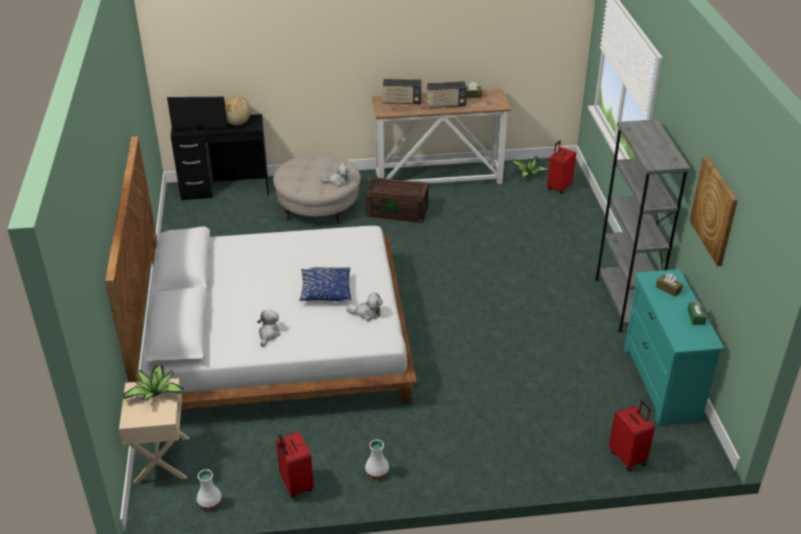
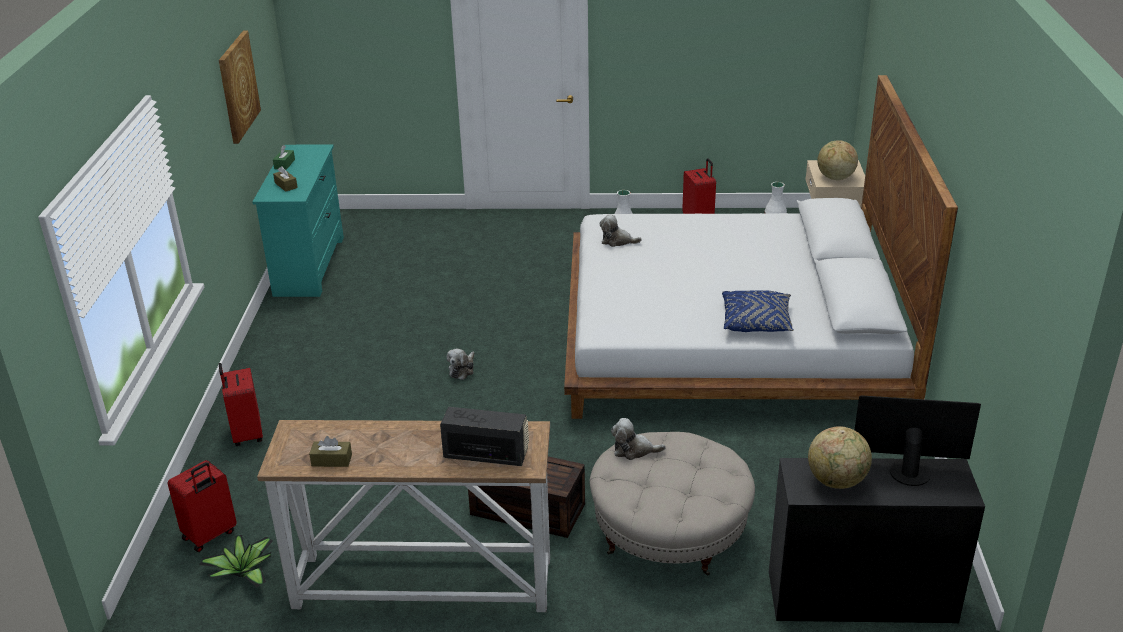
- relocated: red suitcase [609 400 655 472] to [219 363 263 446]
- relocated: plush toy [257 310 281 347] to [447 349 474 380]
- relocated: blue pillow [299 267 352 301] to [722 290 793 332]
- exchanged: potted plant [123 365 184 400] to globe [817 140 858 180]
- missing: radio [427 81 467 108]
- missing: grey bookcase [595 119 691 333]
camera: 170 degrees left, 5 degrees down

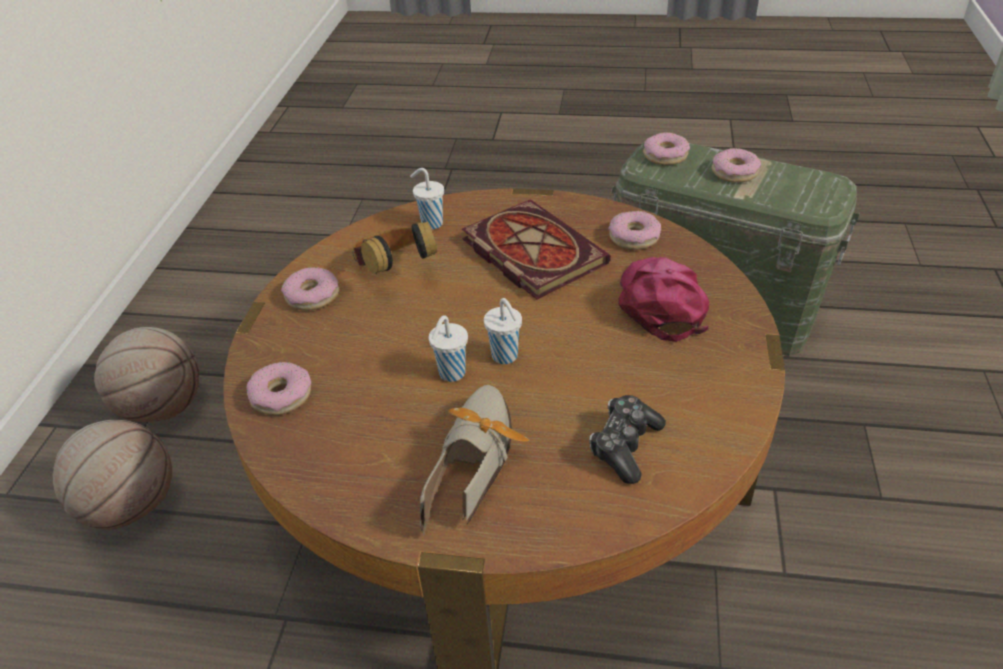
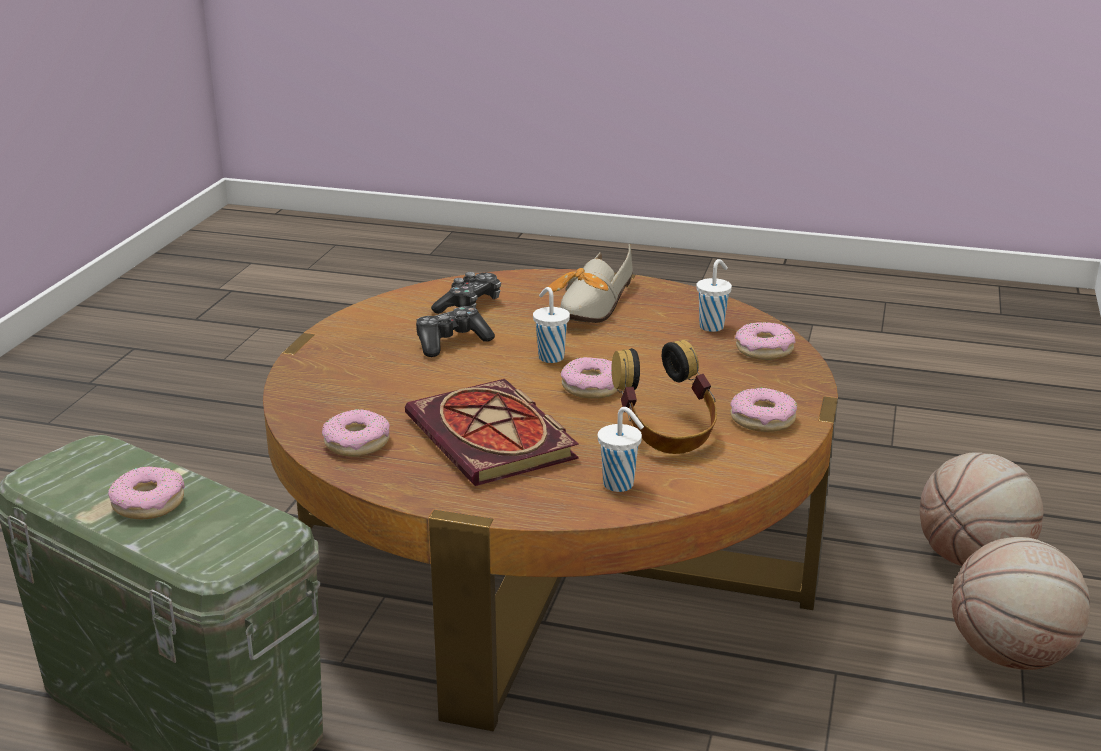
- appeared: game controller [416 306 495 357]
- relocated: donut [643 132 690 165] to [561 357 619 399]
- relocated: white cup [429 315 468 382] to [696 259 732 332]
- missing: pink cap [618 257 709 342]
camera: 175 degrees left, 15 degrees down

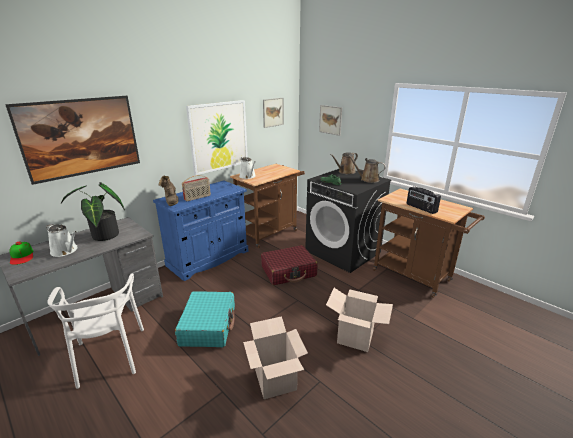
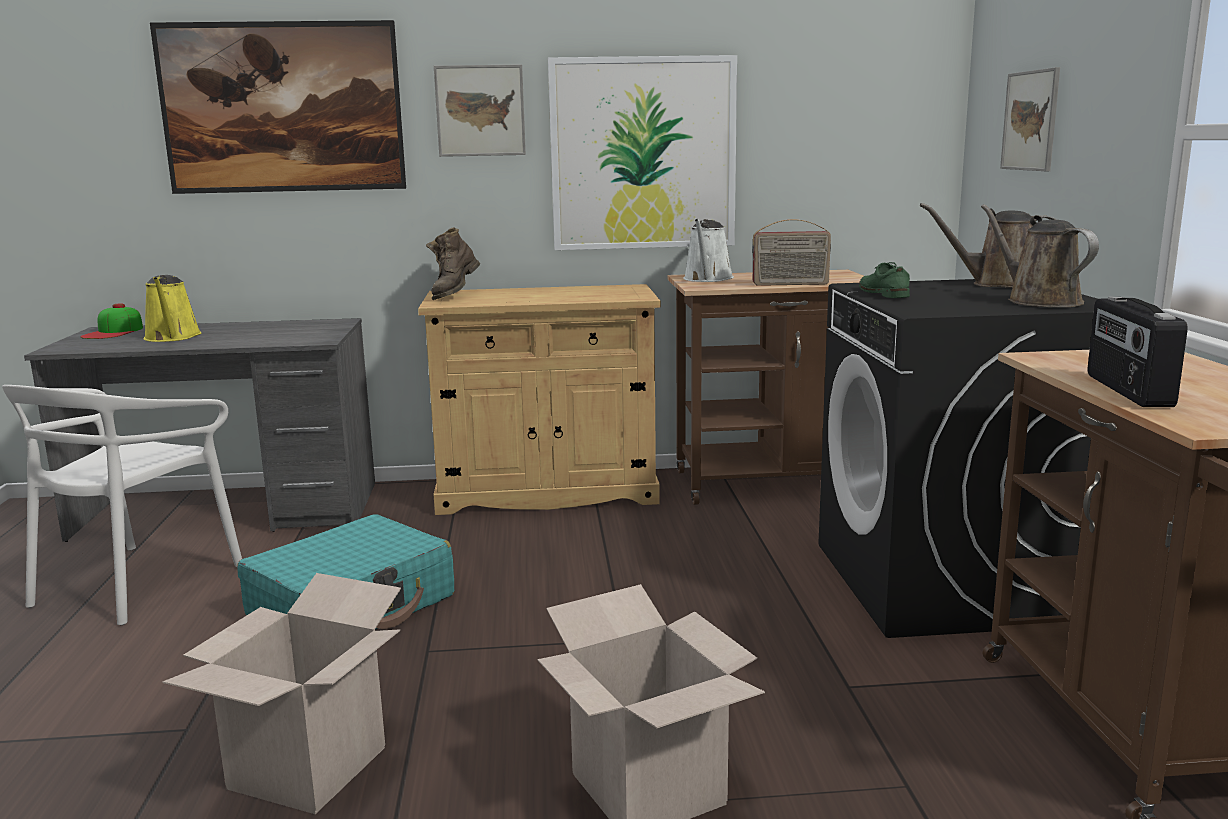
- colour: white watering can [46 224 77 257] to yellow watering can [144 275 202 342]
- colour: blue cabinet [153 180 248 281] to beige cabinet [418 284 661 515]
- relocated: picture [263 98 284 128] to [434 64 526 157]
- relocated: radio [182 175 211 201] to [752 219 831 286]
- missing: potted plant [61 182 125 241]
- missing: red suitcase [261 245 317 285]
camera: 40 degrees right, 10 degrees down

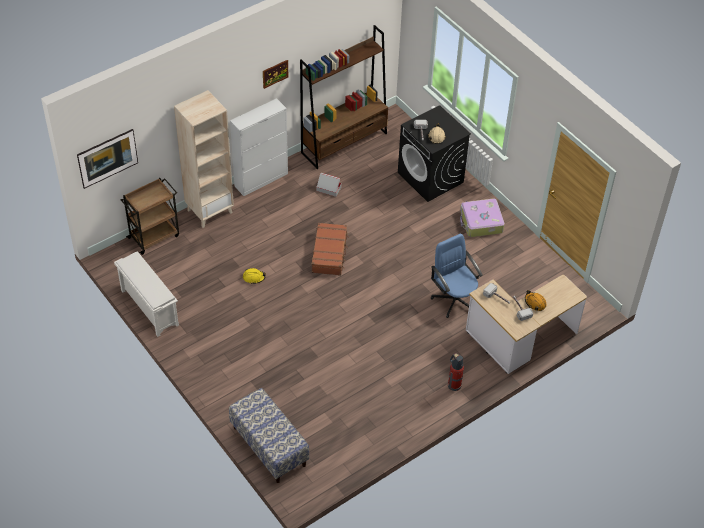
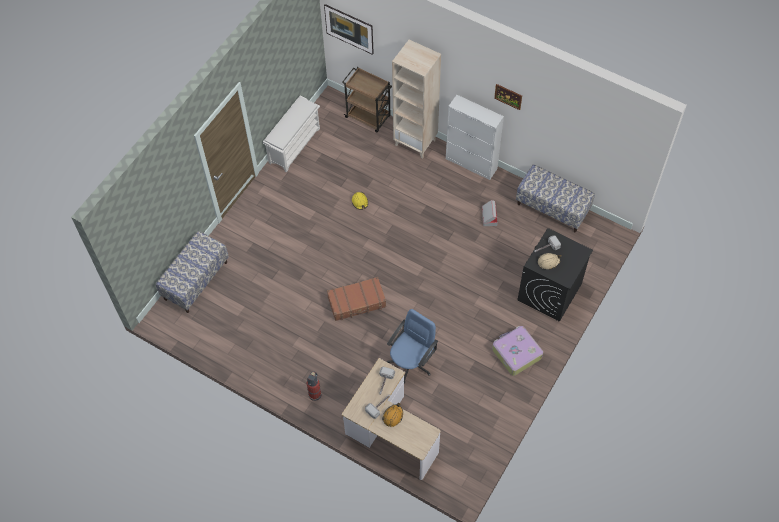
- relocated: brown suitcase [312 223 349 276] to [327 277 386 321]
- exchanged: brown bookcase [300 25 388 169] to bench [516 165 595 232]
camera: 70 degrees right, 10 degrees up

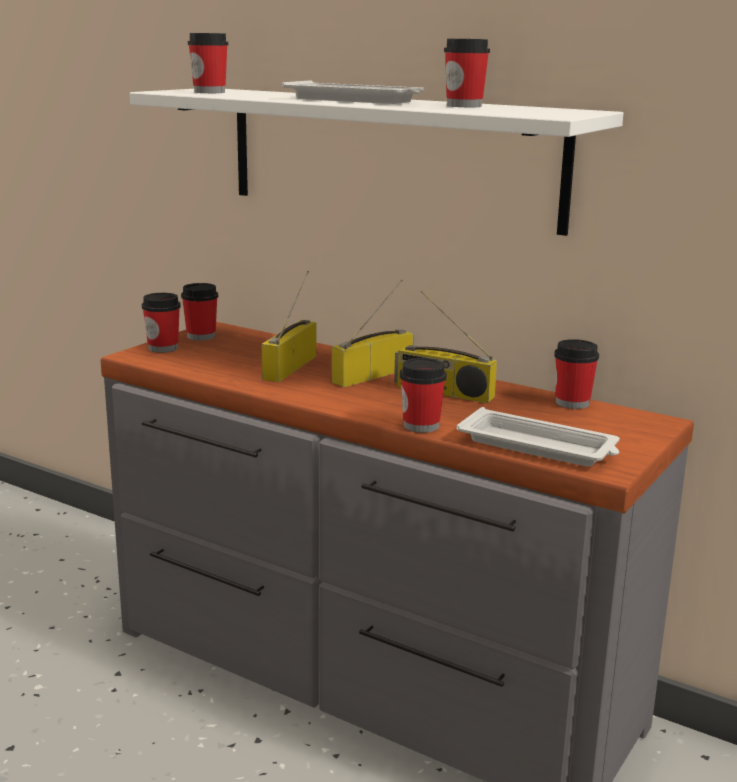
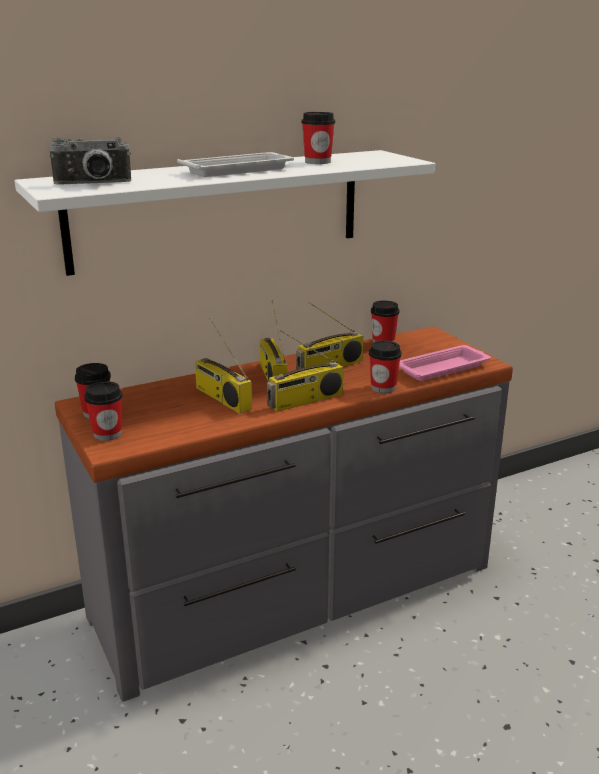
- exchanged: cup [188 33 228 93] to photo camera [49 137 131 184]
- appeared: radio [267 330 343 412]
- colour: white tray [456 407 620 467] to pink tray [399 345 491 381]
camera: 60 degrees left, 5 degrees up

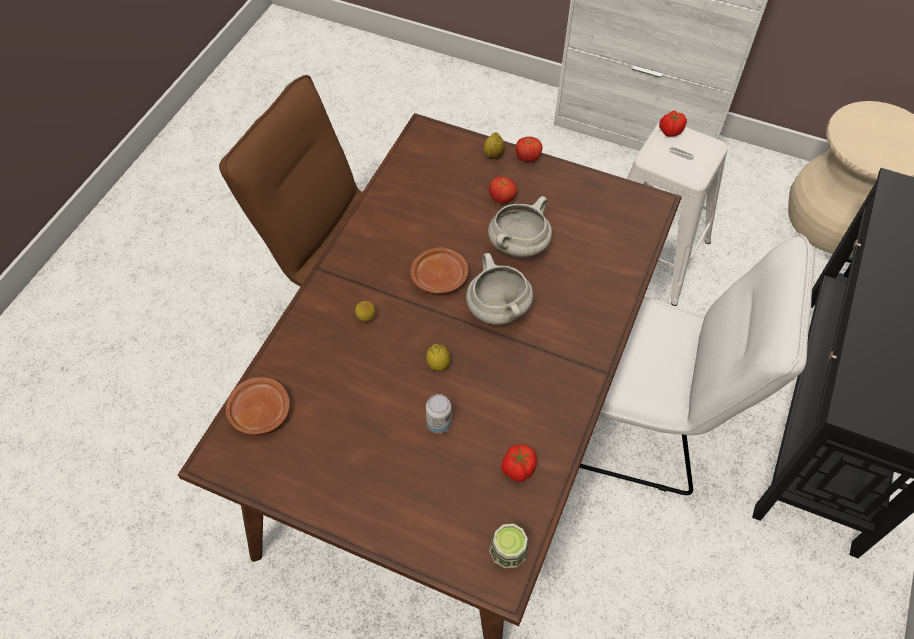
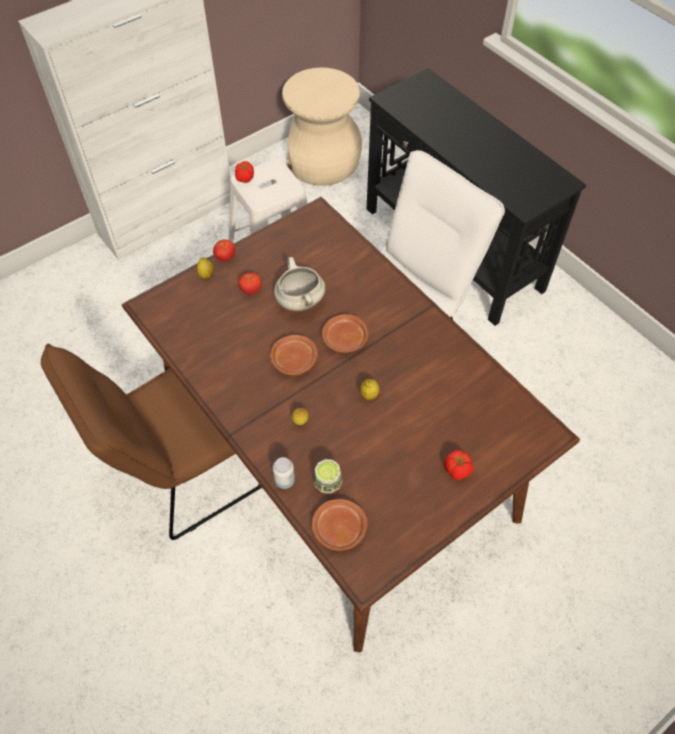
- relocated: can [426 394 451 433] to [273 457 295 489]
- relocated: cup [489 524 528 568] to [313 459 343 494]
- exchanged: white cooking pot [466 253 533 325] to brown plate [322 314 369 353]
- relocated: tomato [501 444 537 482] to [444 450 473 480]
camera: 60 degrees left, 0 degrees up

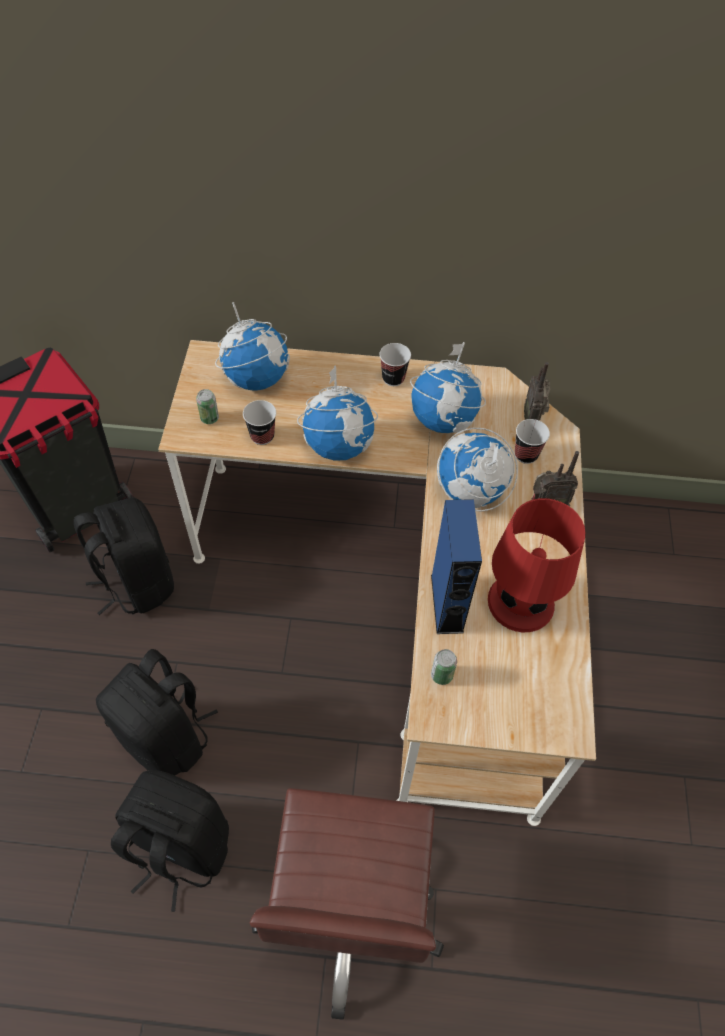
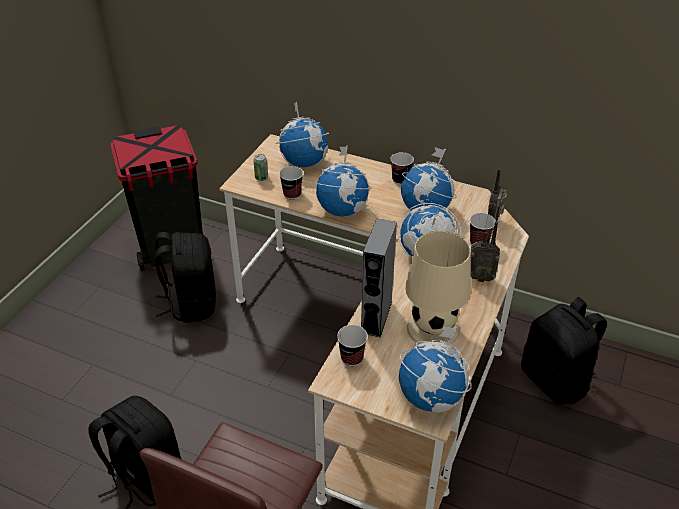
- exchanged: can [431 649 457 685] to cup [337 325 368 366]
- colour: blue speaker [431 499 482 634] to grey speaker [361 218 397 337]
- appeared: globe [399 326 472 413]
- colour: red table lamp [488 498 585 632] to beige table lamp [405 231 471 346]
- relocated: black backpack [96 649 218 776] to [521 297 607 405]
camera: 20 degrees right, 15 degrees down

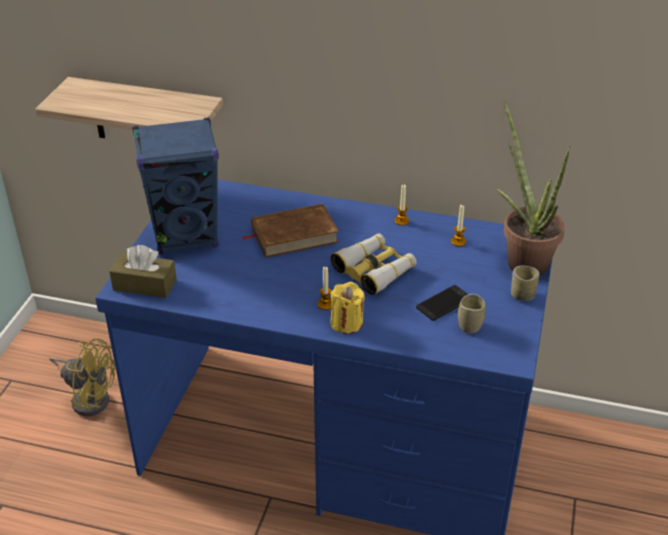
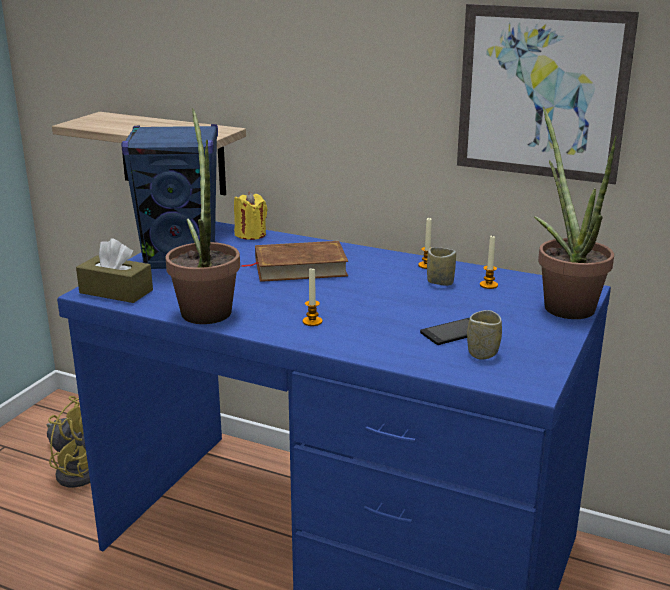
- appeared: potted plant [166 108 240 324]
- relocated: yellow candle [331 282 365 334] to [234 192 268 240]
- relocated: cup [511 266 539 301] to [427 247 456 286]
- appeared: picture [457 4 639 184]
- missing: binoculars [331 233 417 295]
camera: 10 degrees right, 15 degrees down

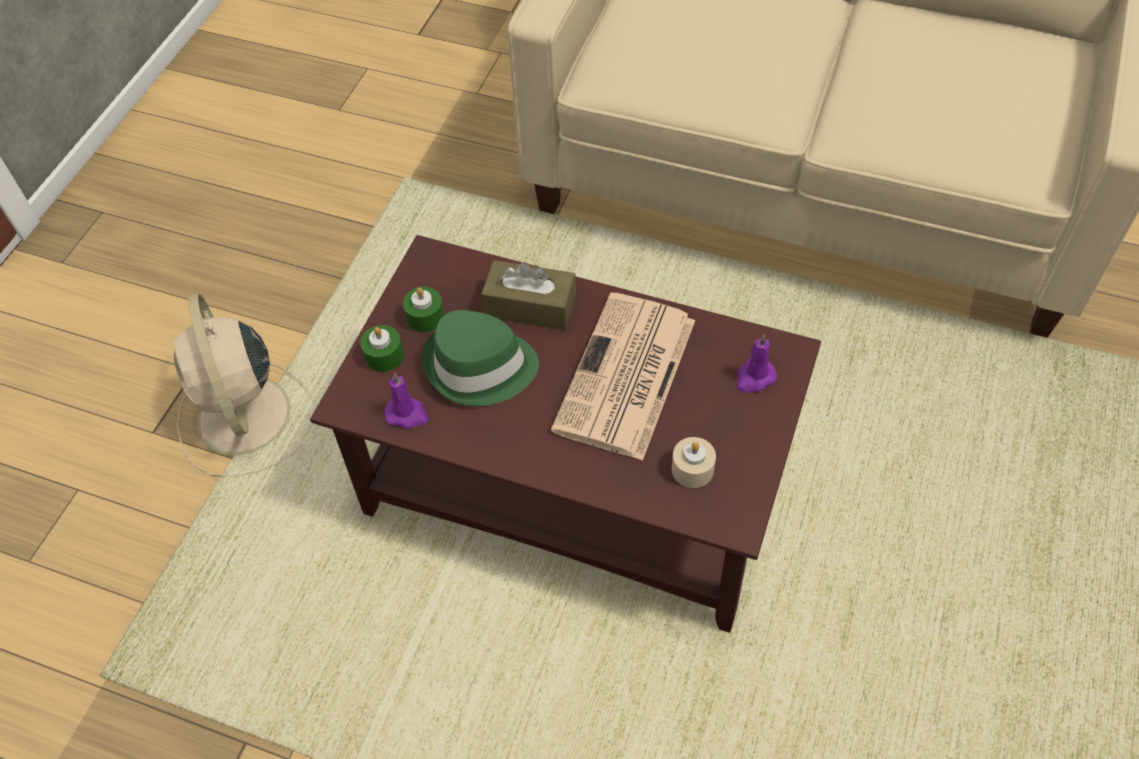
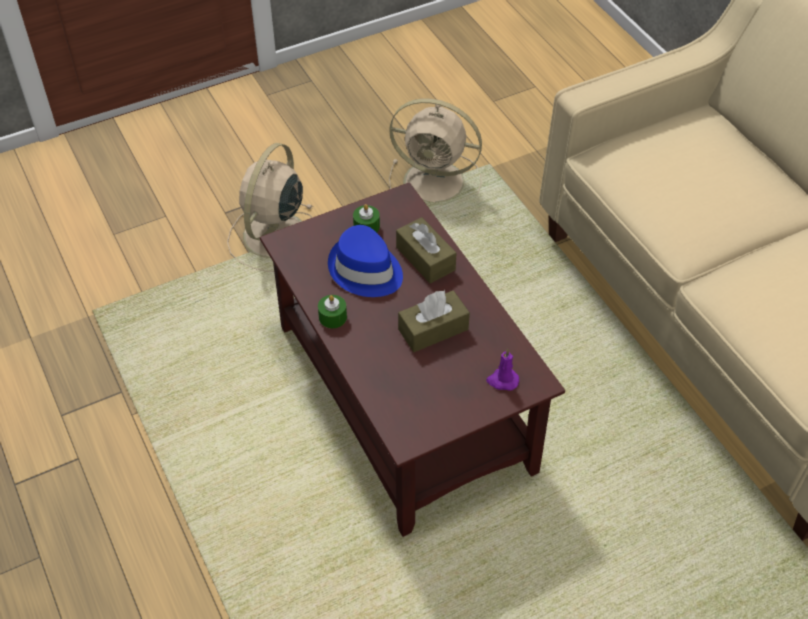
- relocated: green candle [360 325 404 372] to [318 295 347 328]
- colour: green hat [422 310 539 406] to blue hat [328 225 403 297]
- appeared: beige fan [389 98 482 203]
- exchanged: newspaper [551 293 695 461] to brown tissue box [398 290 470 352]
- missing: purple candle [384 373 428 429]
- missing: beige candle [672 437 716 488]
camera: 40 degrees right, 5 degrees down

